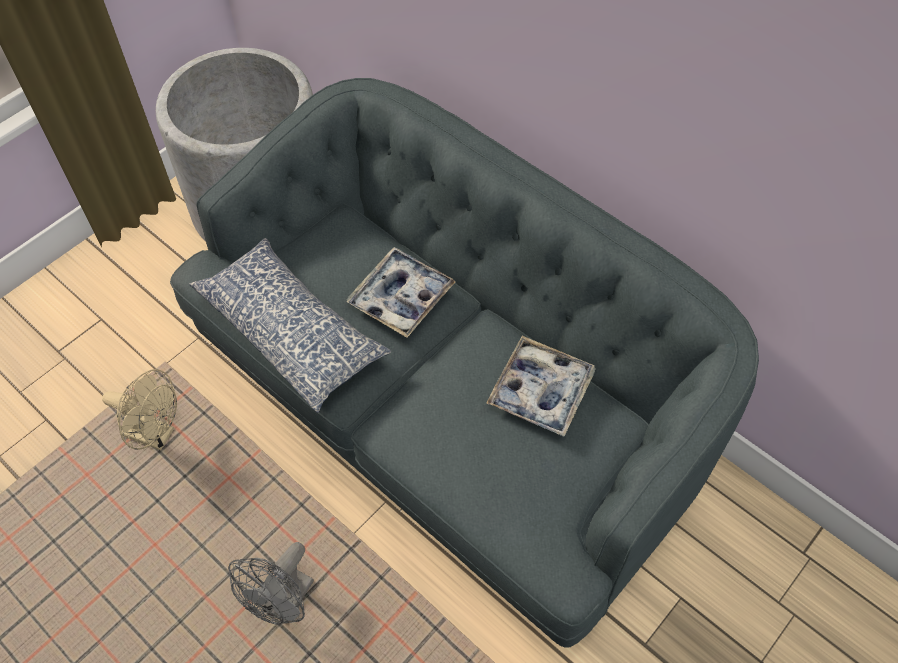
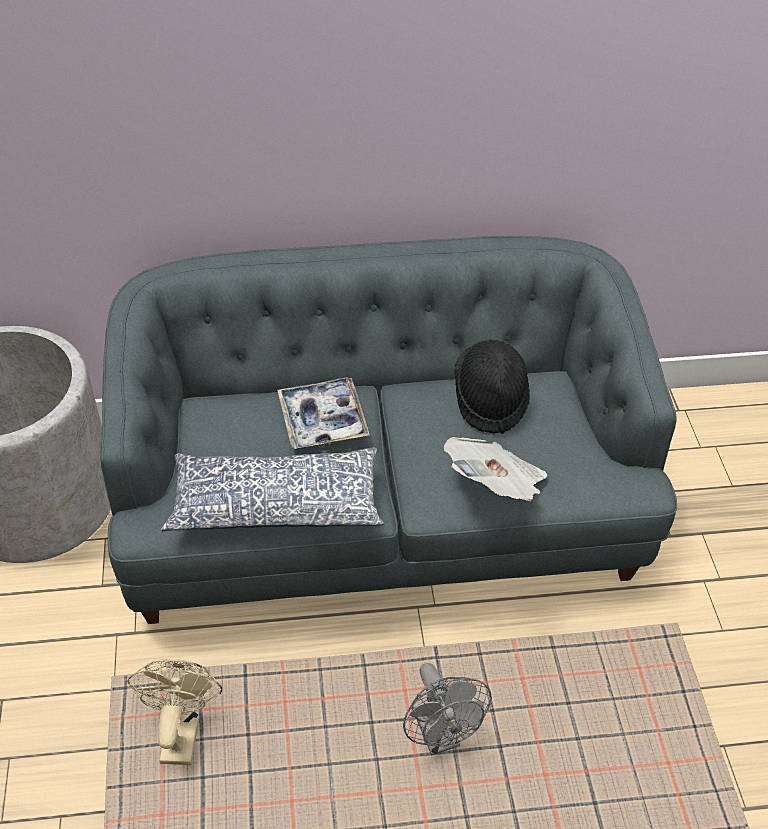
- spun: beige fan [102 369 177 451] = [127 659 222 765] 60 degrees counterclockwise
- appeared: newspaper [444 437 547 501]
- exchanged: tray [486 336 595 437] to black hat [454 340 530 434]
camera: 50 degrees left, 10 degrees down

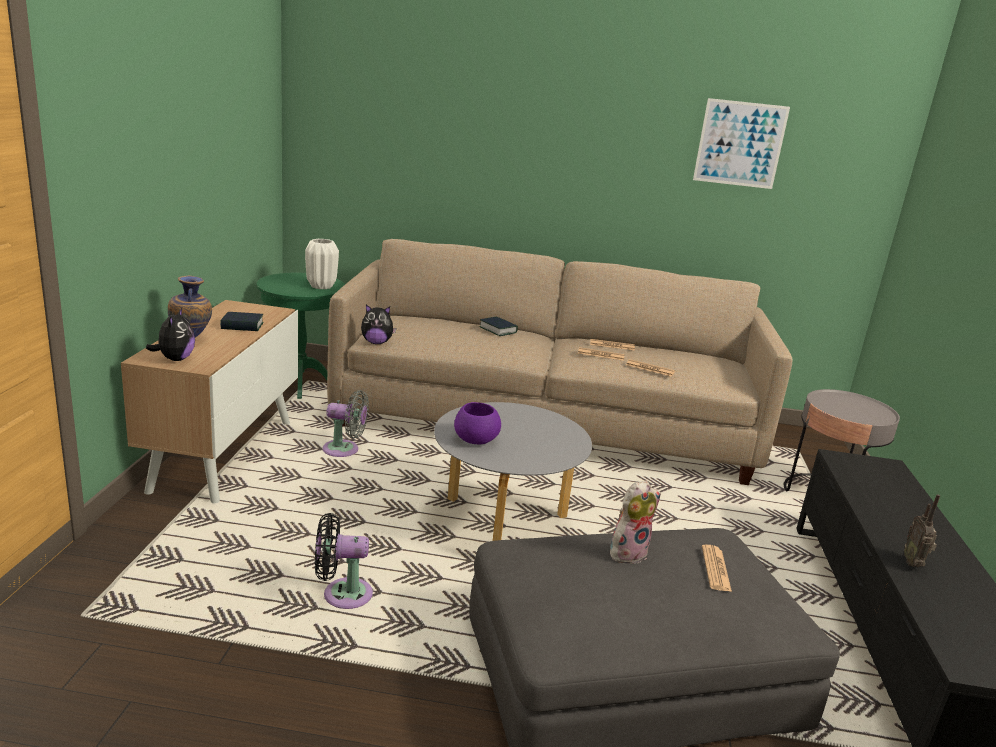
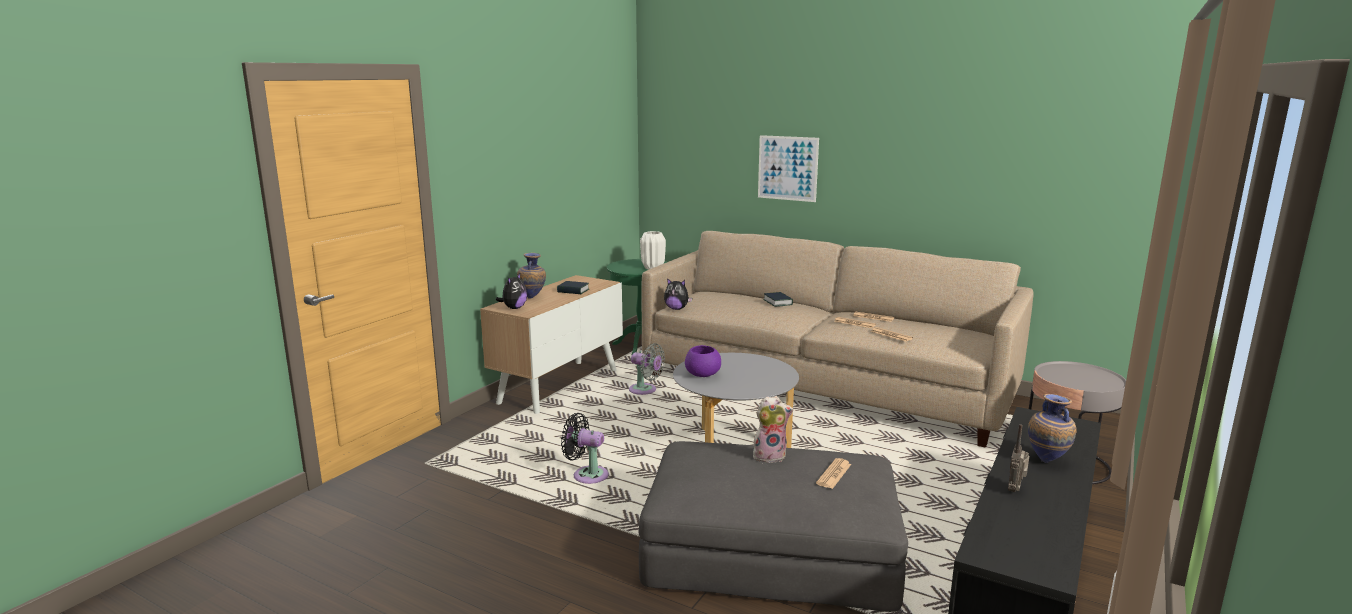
- relocated: picture [693 98 790 189] to [758 135 819 202]
- appeared: vase [1028 394 1077 463]
camera: 25 degrees right, 5 degrees down

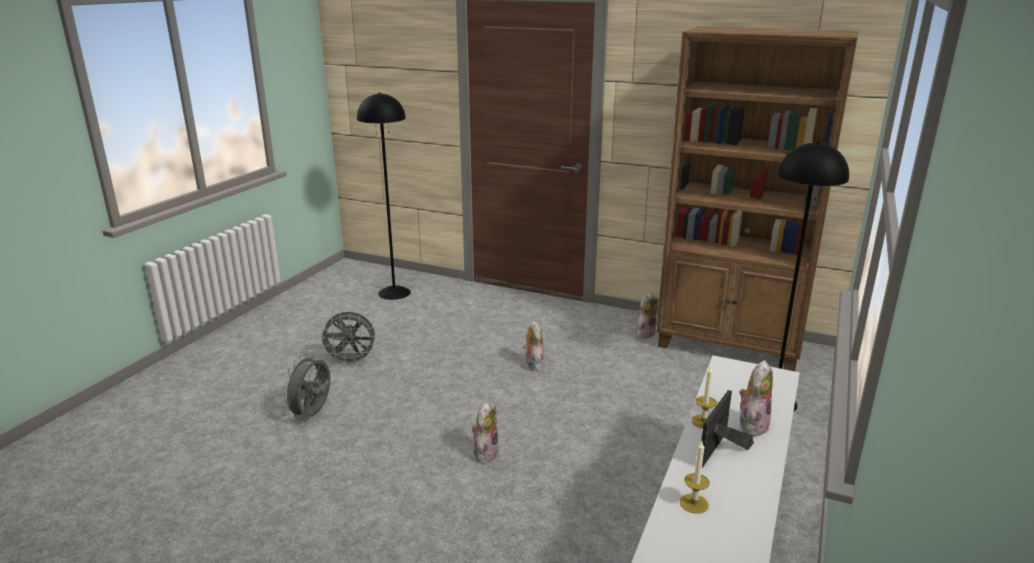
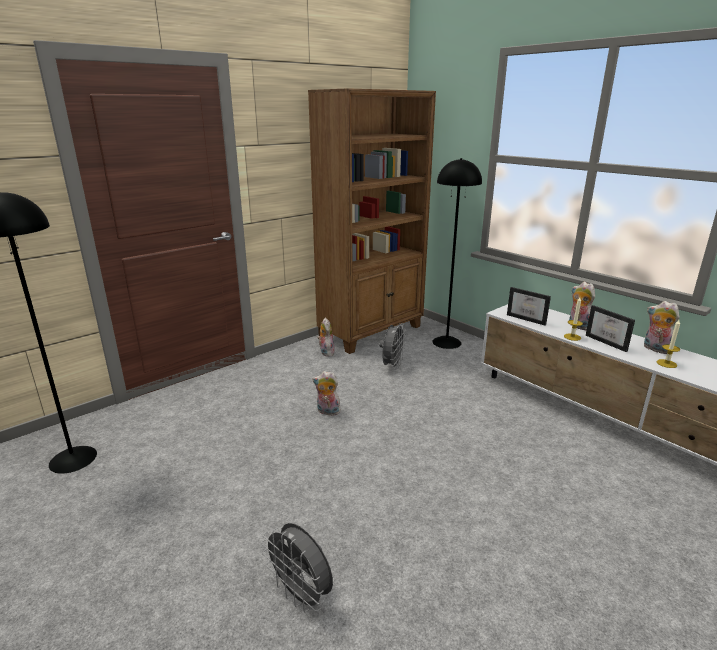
- relocated: grey fan [318 312 377 366] to [379 323 406 370]
- appeared: picture frame [507 287 551 326]
- relocated: plush toy [472 402 499 464] to [644 301 680 354]
camera: 65 degrees left, 0 degrees up

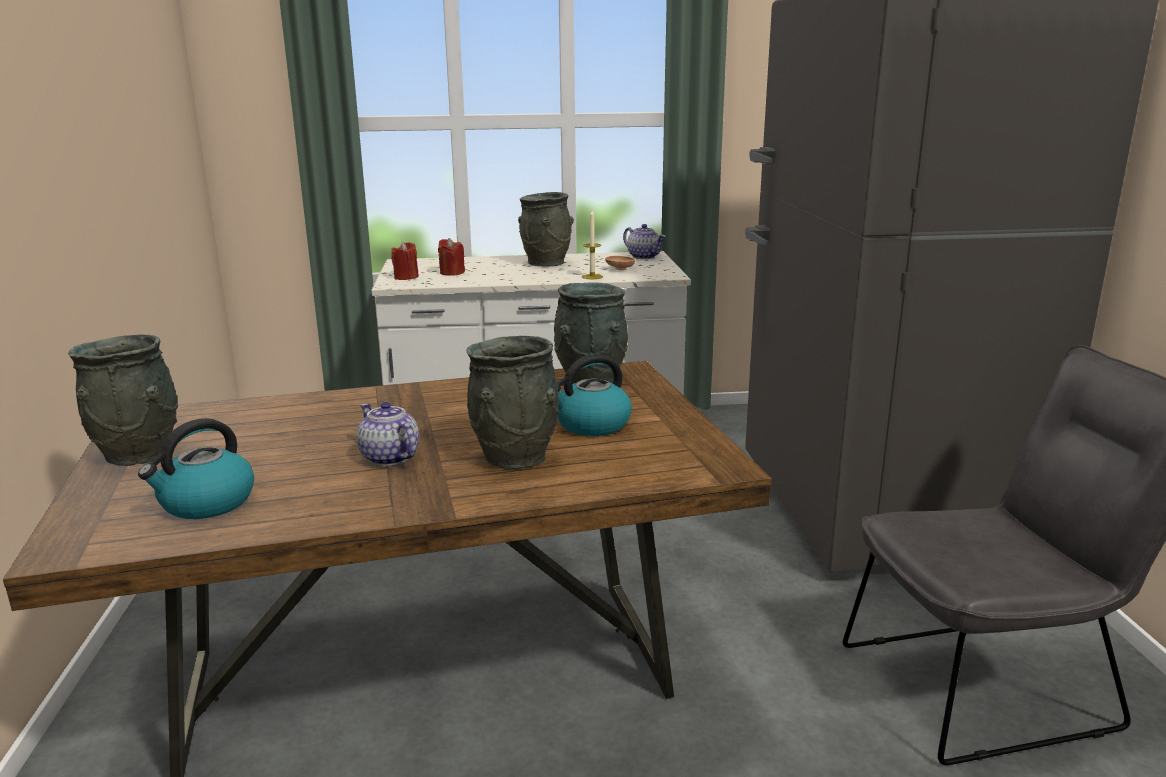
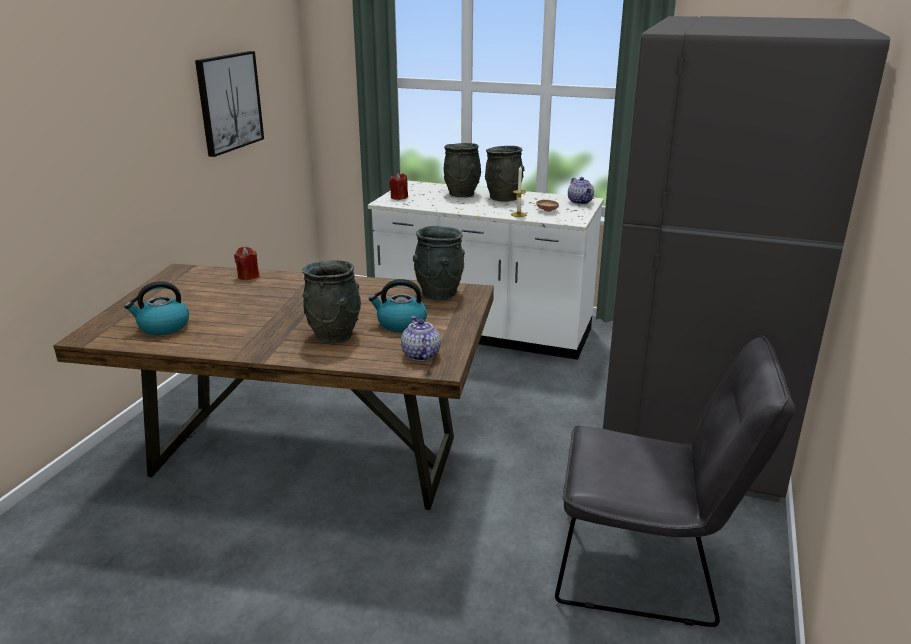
- appeared: picture [195 51 264 157]
- relocated: red candle [438 238 465 276] to [234 247 259 280]
- relocated: teapot [357 402 419 466] to [401 316 441 361]
- relocated: grey vase [68 334 178 466] to [444 143 481 197]
camera: 25 degrees right, 5 degrees up

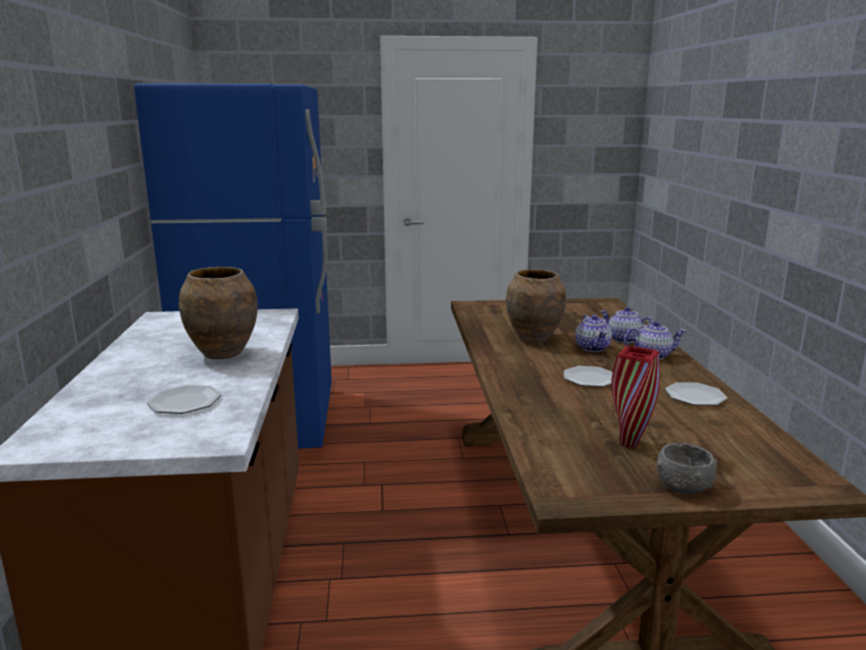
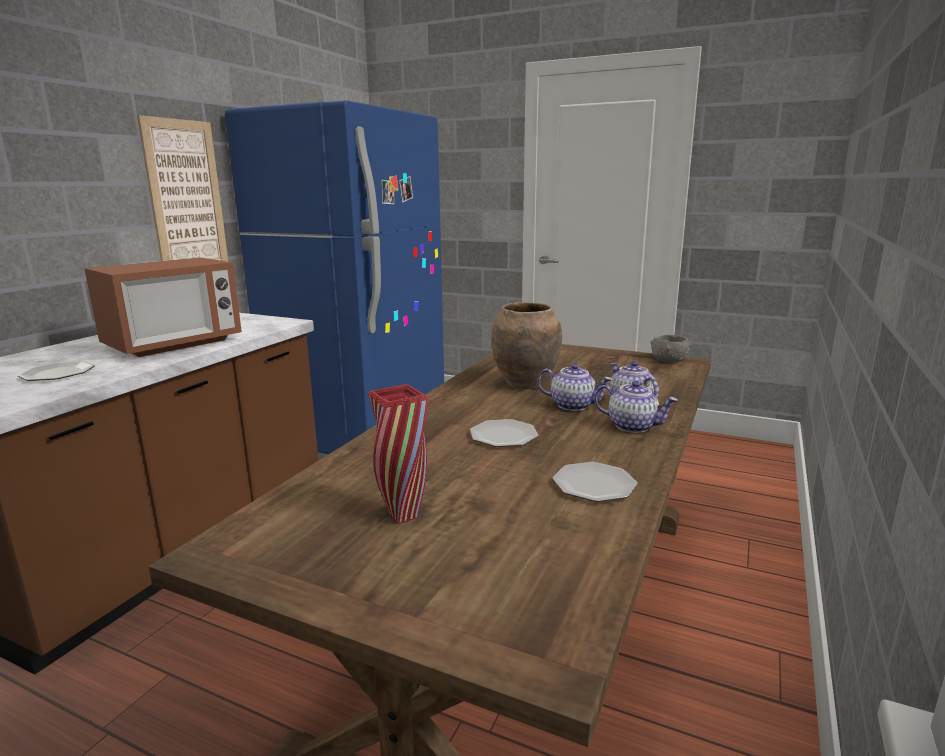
- exchanged: brown vase [179 267 258 359] to microwave [84 257 242 357]
- appeared: picture [137 115 229 262]
- spun: teapot [575 314 612 352] = [537 363 612 411] 90 degrees counterclockwise
- relocated: grey bowl [657 443 718 494] to [650 334 691 363]
camera: 30 degrees right, 0 degrees up

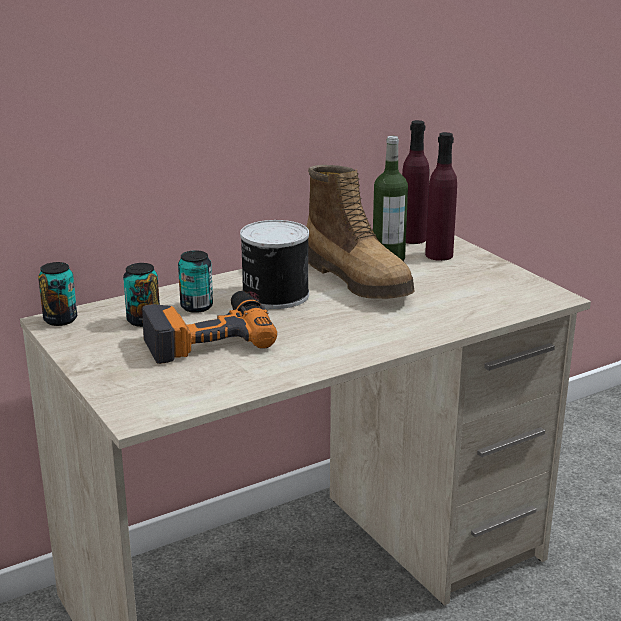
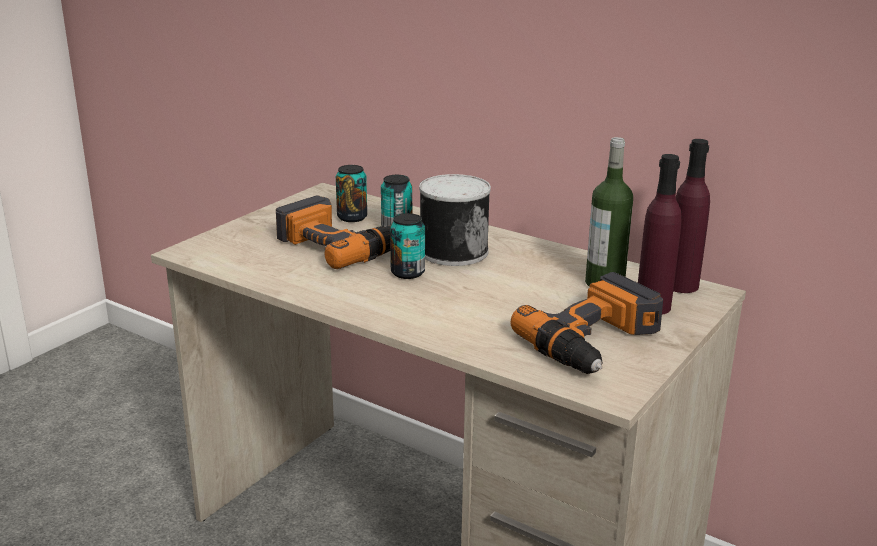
- relocated: can [38 262 77 326] to [390 213 425 279]
- appeared: power drill [511 272 663 374]
- missing: boot [306 165 415 299]
camera: 65 degrees right, 0 degrees up

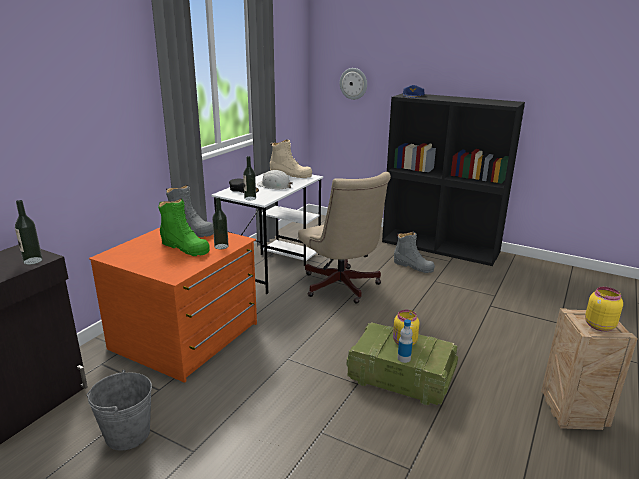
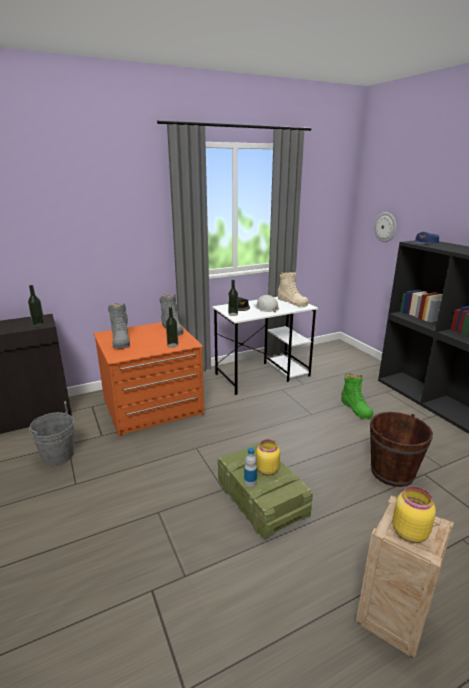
- relocated: grey boot [394 232 435 273] to [108 303 130 349]
- relocated: green boot [158 198 210 256] to [341 374 373 419]
- appeared: brown bucket [370 412 433 487]
- missing: beige office chair [298 172 391 304]
camera: 35 degrees right, 0 degrees up

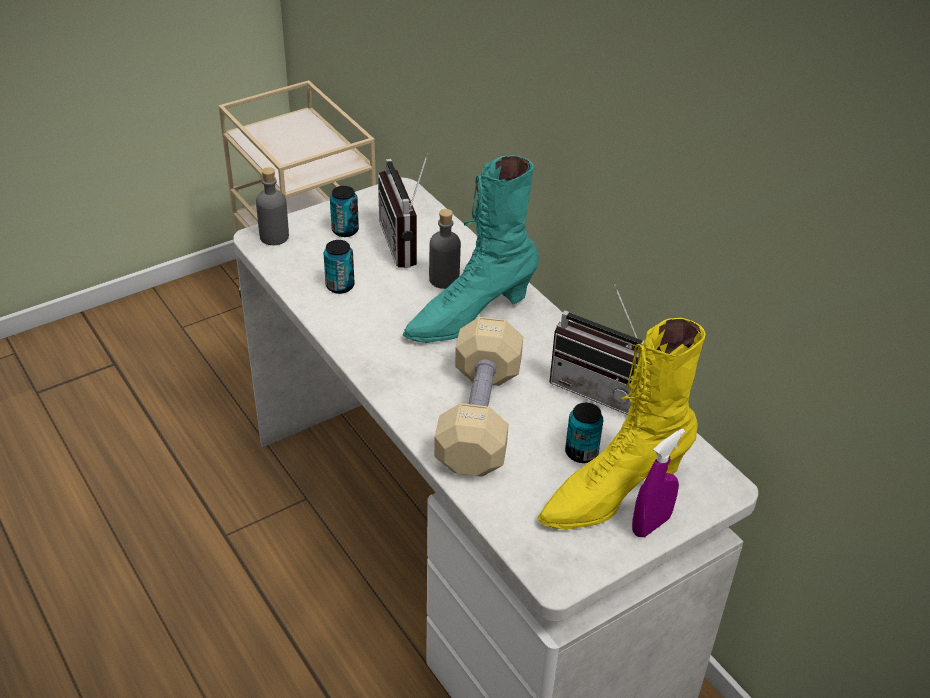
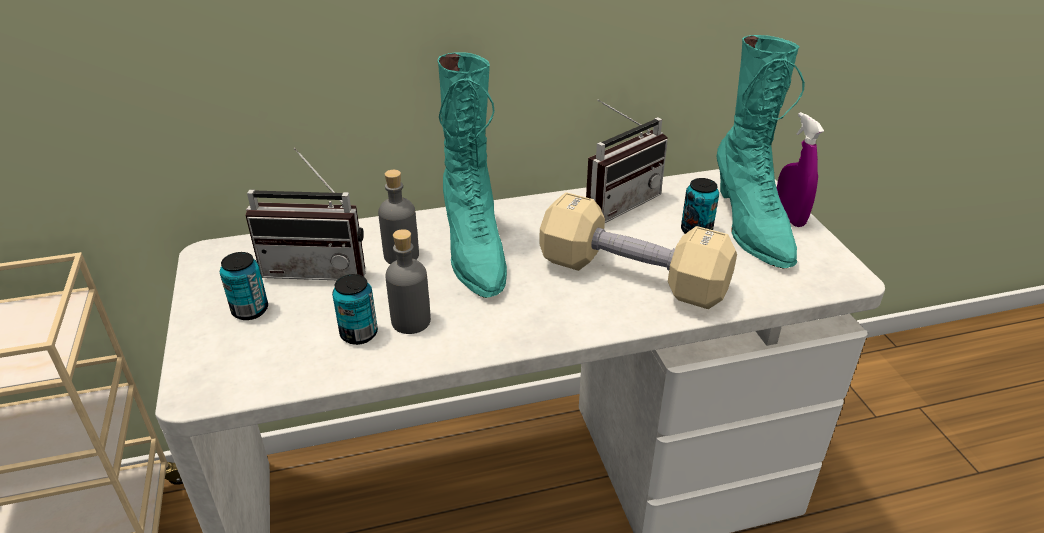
- relocated: grey bottle [256 167 289 245] to [385 229 431 334]
- colour: yellow boot [537 318 706 530] to turquoise boot [716 35 805 269]
camera: 70 degrees left, 5 degrees down

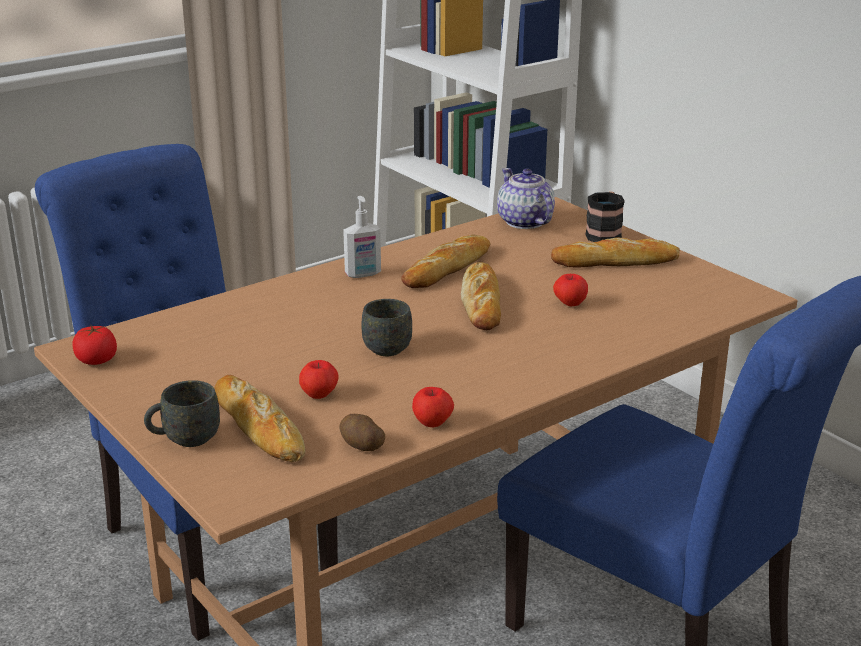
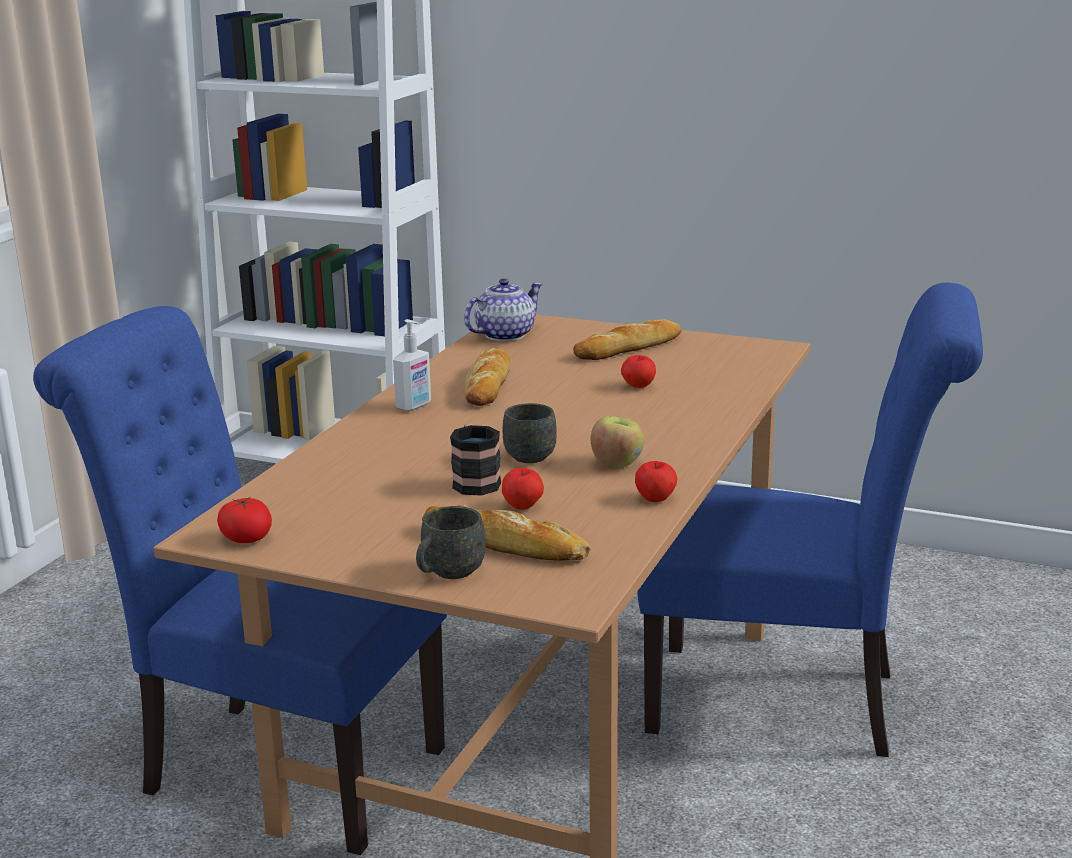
- relocated: mug [585 191 625 242] to [450 424 501 496]
- spun: teapot [497 168 555 229] = [464 278 543 341] 105 degrees clockwise
- appeared: apple [591 416 644 469]
- missing: potato [339 414 385 451]
- missing: bread [461 262 501 330]
camera: 30 degrees left, 5 degrees down

